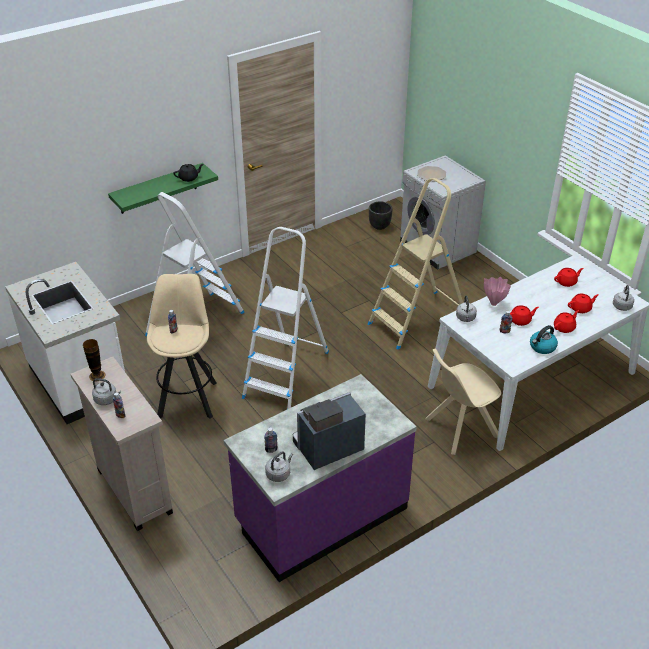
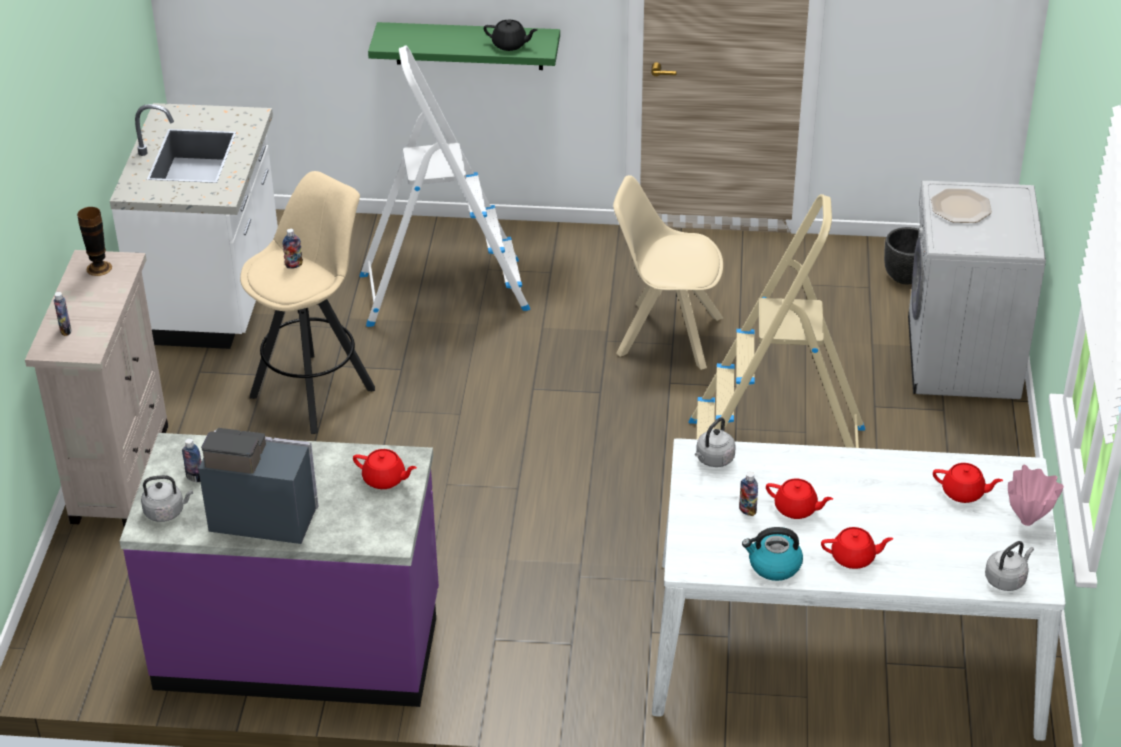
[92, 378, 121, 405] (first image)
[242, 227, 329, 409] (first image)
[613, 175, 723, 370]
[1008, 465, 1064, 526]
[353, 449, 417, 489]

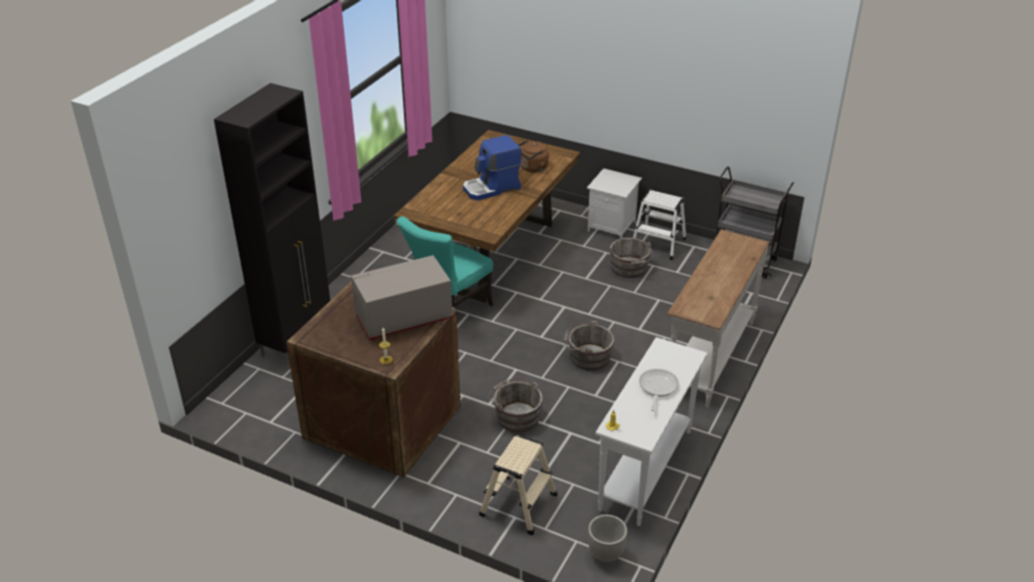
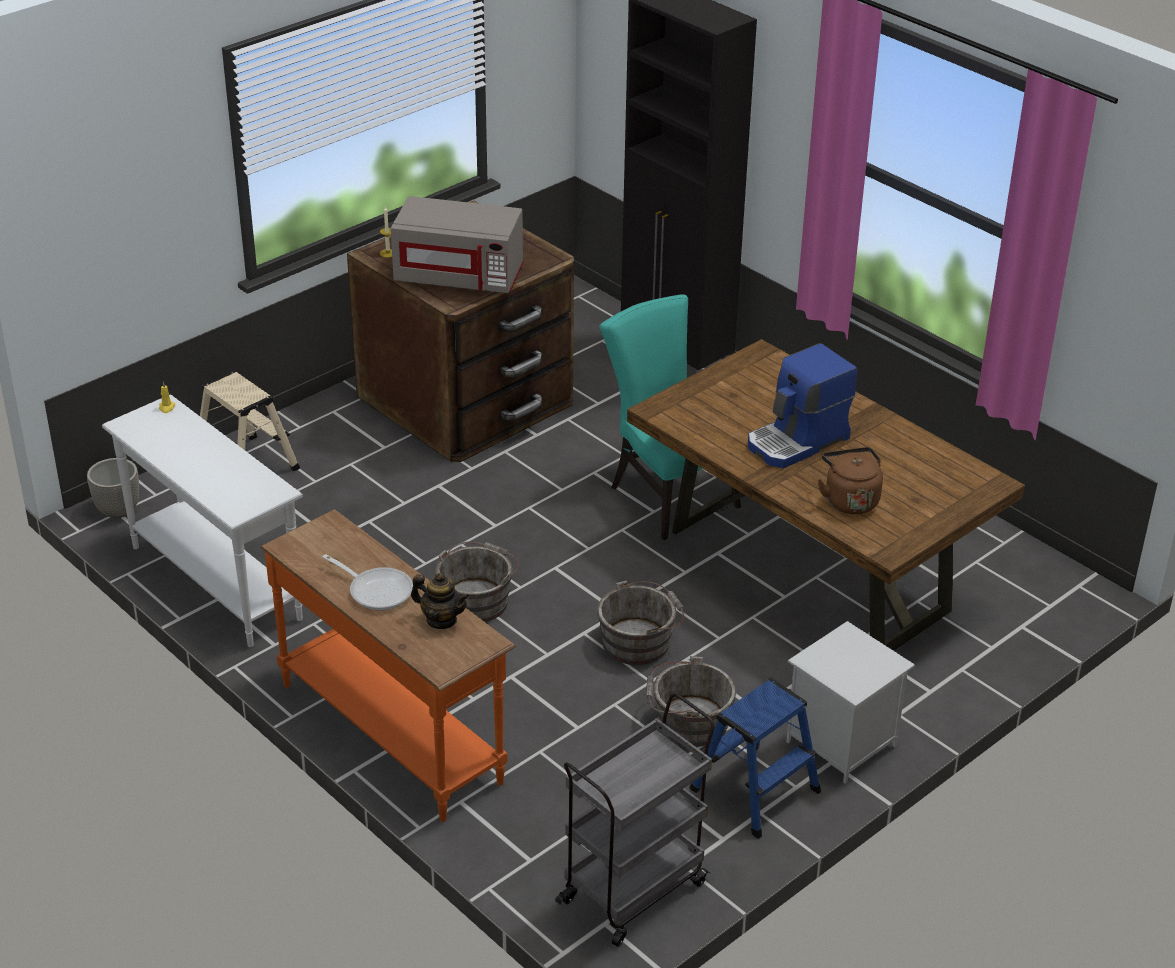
[411, 573, 470, 629]
[597, 580, 684, 665]
[322, 554, 413, 610]
[689, 678, 821, 839]
[260, 509, 516, 822]
[391, 196, 524, 293]
[748, 343, 858, 468]

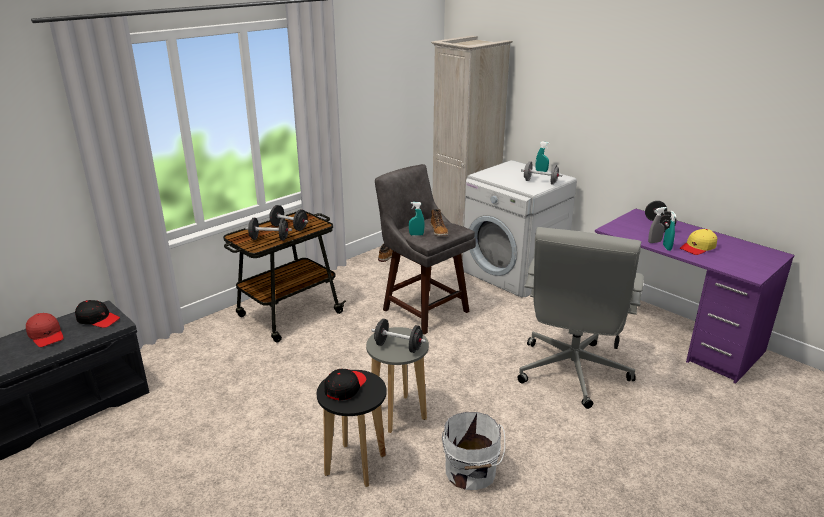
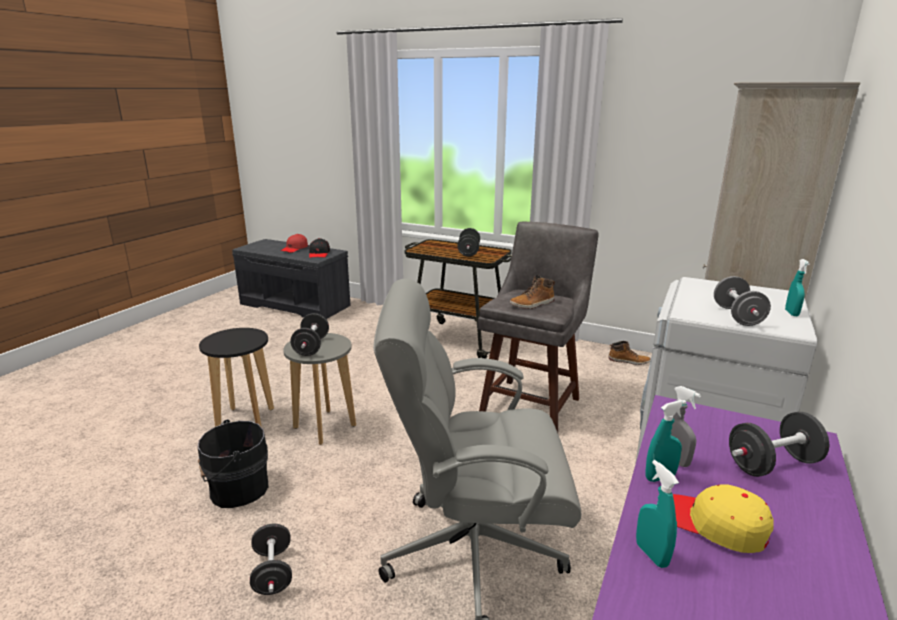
[325, 369, 366, 400] (first image)
[250, 524, 292, 595]
[636, 460, 679, 568]
[198, 419, 268, 508]

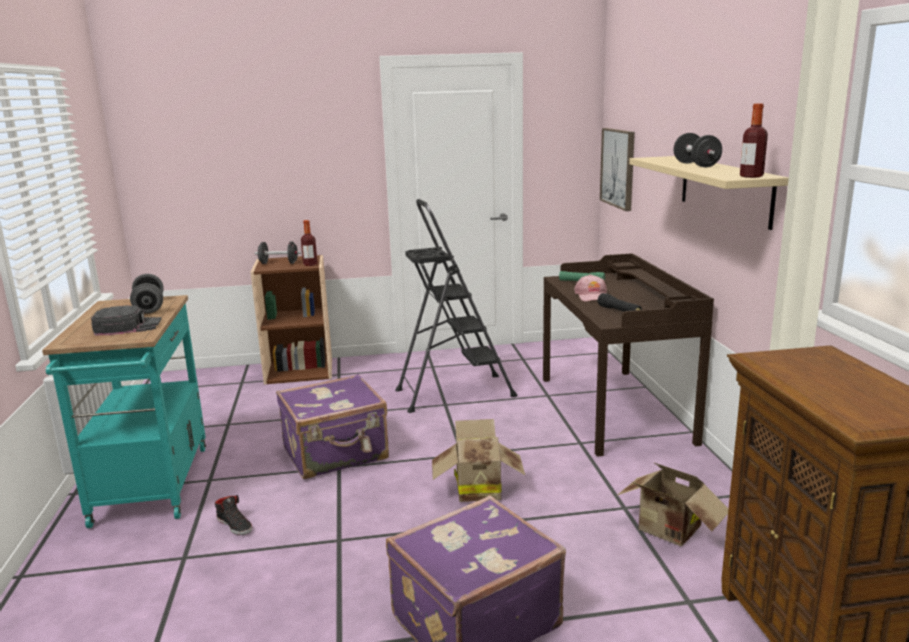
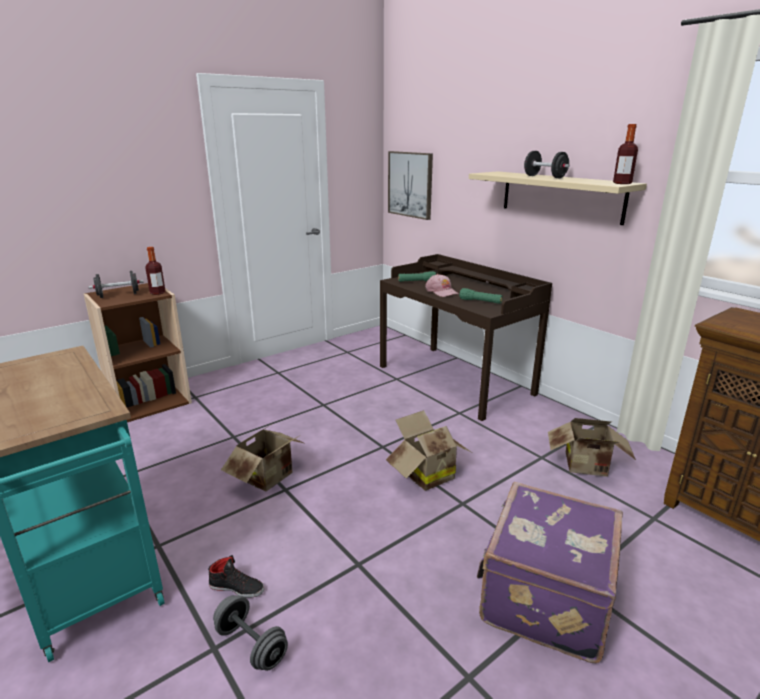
[91, 305, 161, 336] (first image)
[395, 199, 518, 413] (first image)
[213, 595, 288, 671]
[221, 424, 306, 491]
[459, 288, 503, 304]

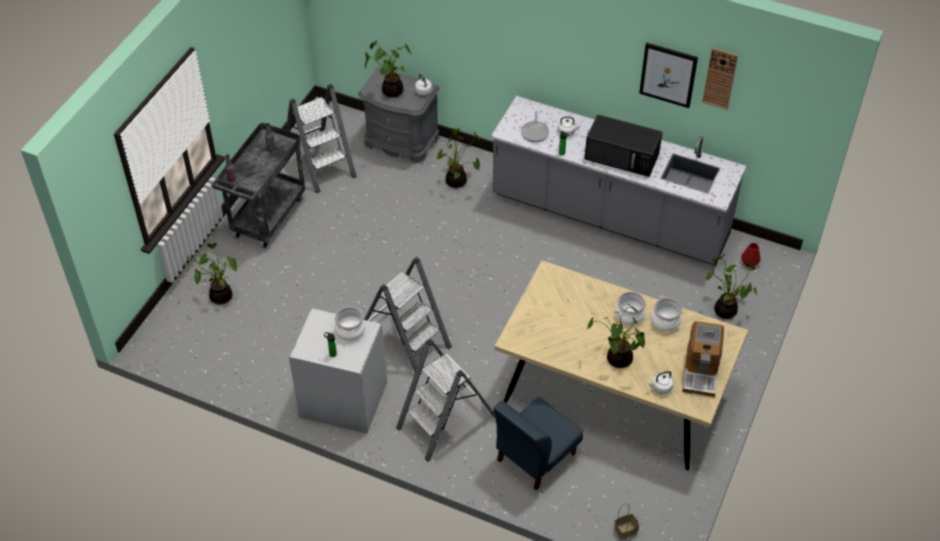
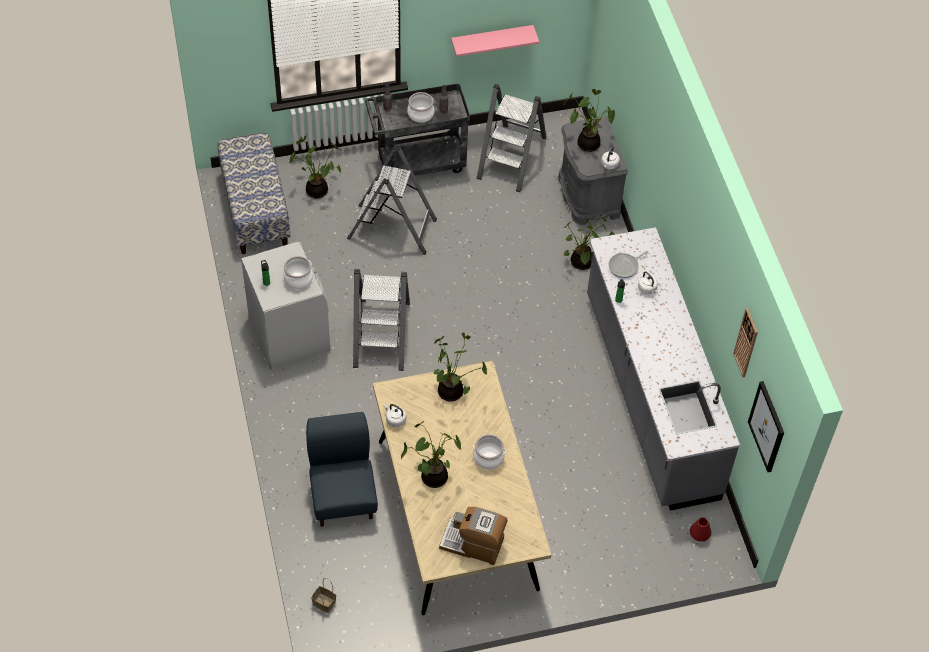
[584, 114, 663, 177] (first image)
[218, 132, 290, 254]
[451, 25, 539, 57]
[347, 145, 437, 255]
[748, 381, 784, 472]
[383, 404, 406, 427]
[407, 92, 435, 123]
[433, 332, 487, 402]
[306, 412, 378, 527]
[439, 507, 508, 565]

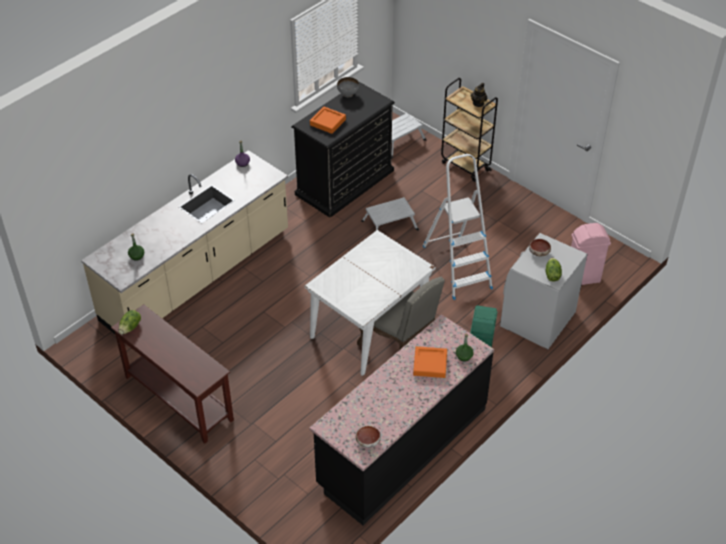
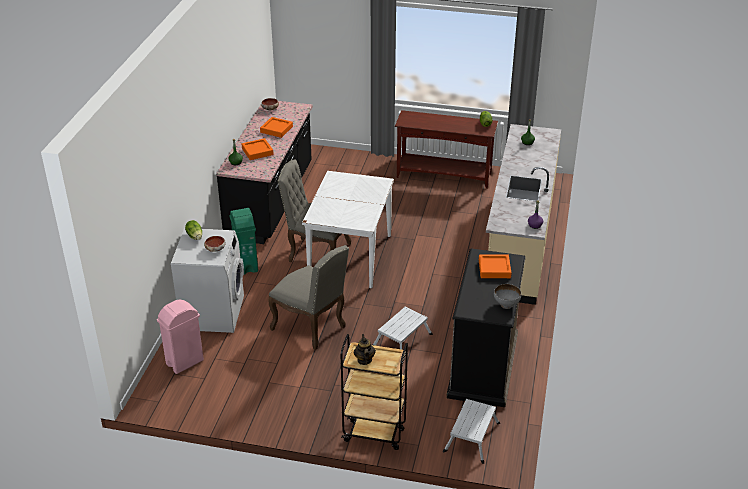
[260, 117, 293, 138]
[269, 245, 349, 350]

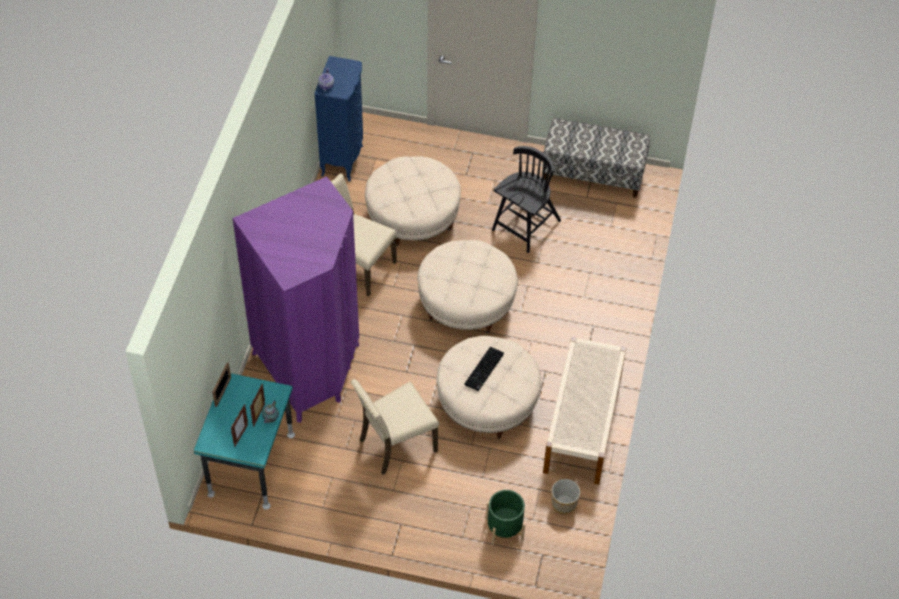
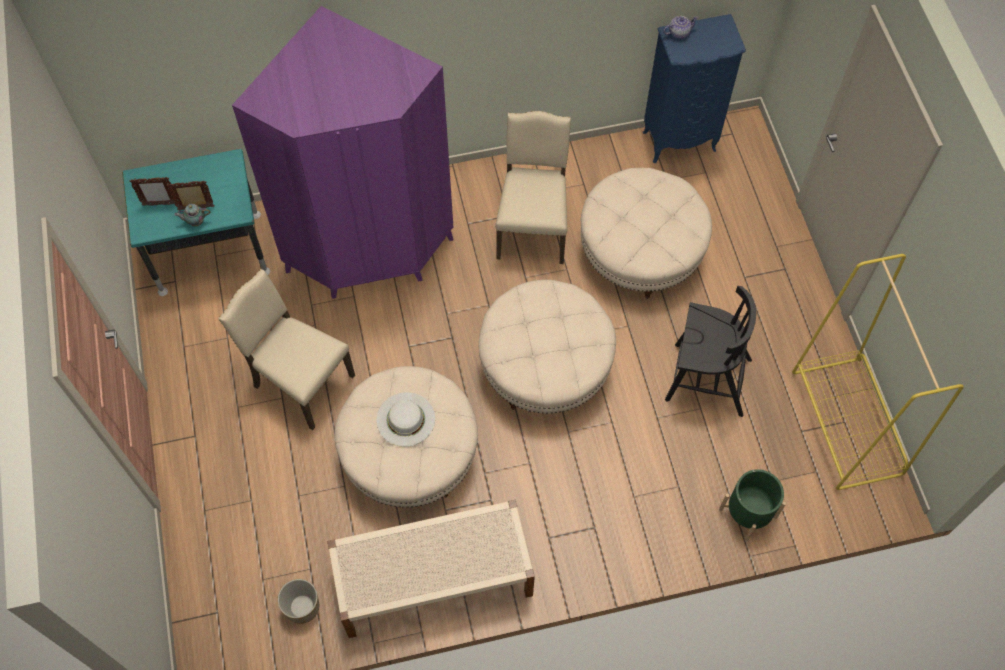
[212, 362, 231, 407] (first image)
[719, 469, 786, 541]
[376, 392, 435, 447]
[792, 254, 964, 490]

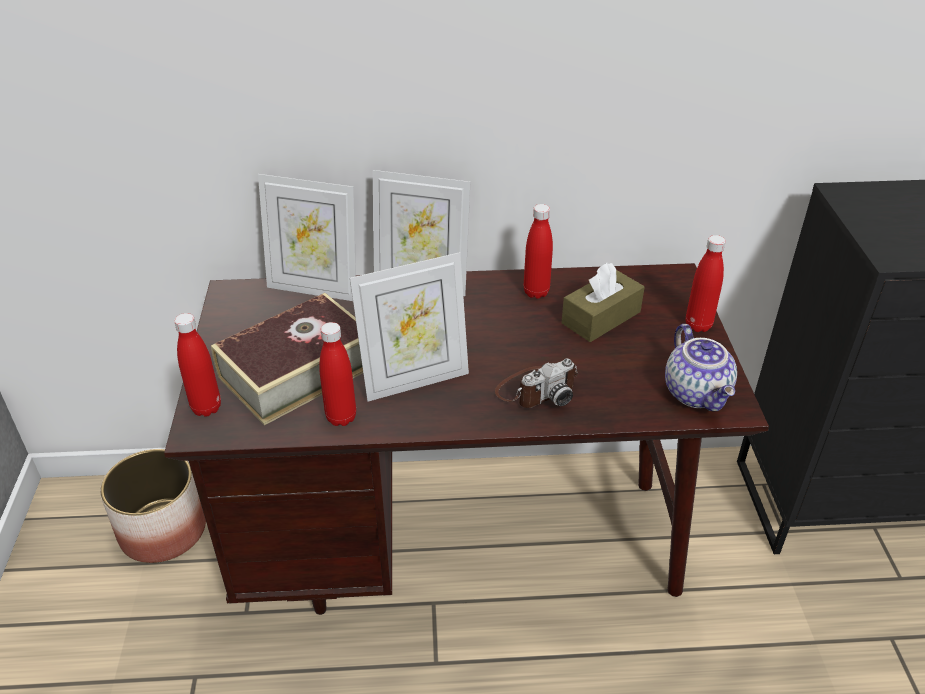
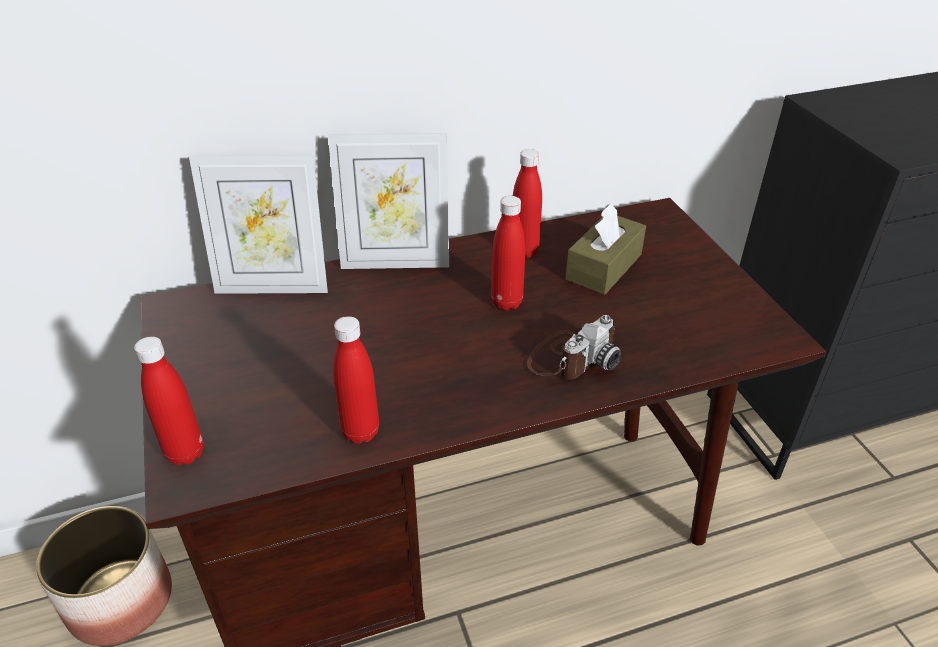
[211, 293, 363, 425] (first image)
[350, 252, 469, 402] (first image)
[665, 324, 737, 412] (first image)
[491, 196, 525, 310]

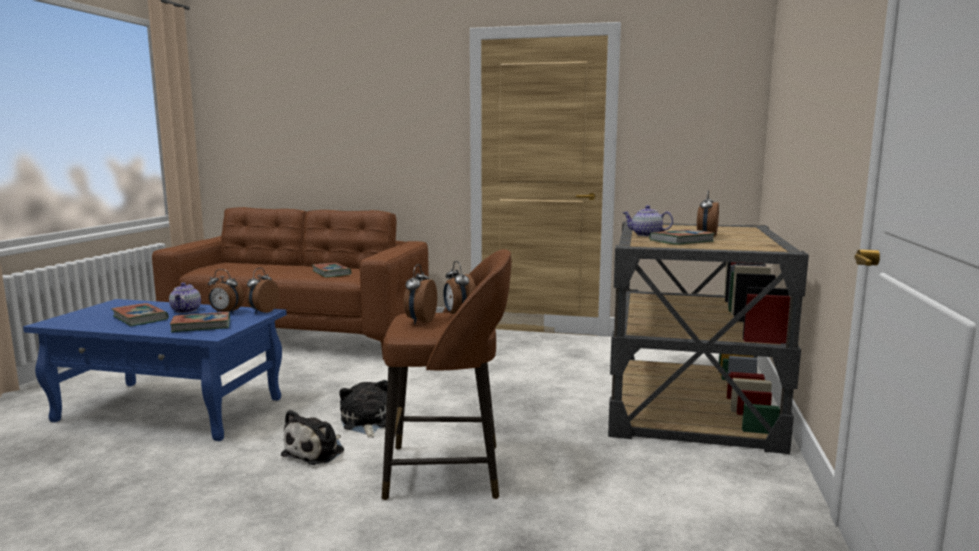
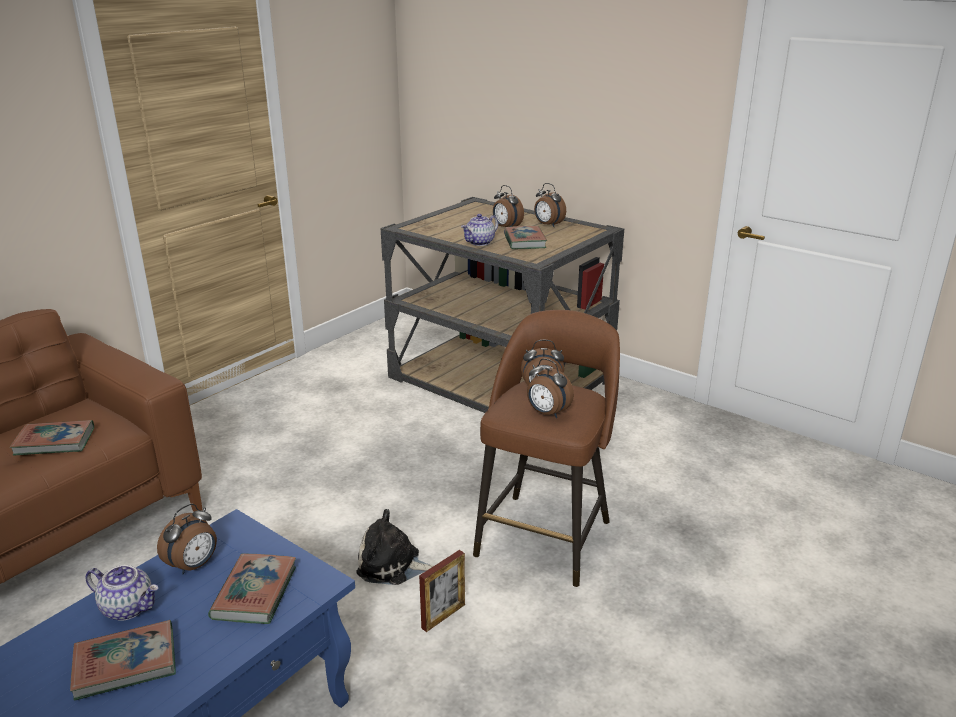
[534, 183, 566, 227]
[419, 550, 465, 632]

